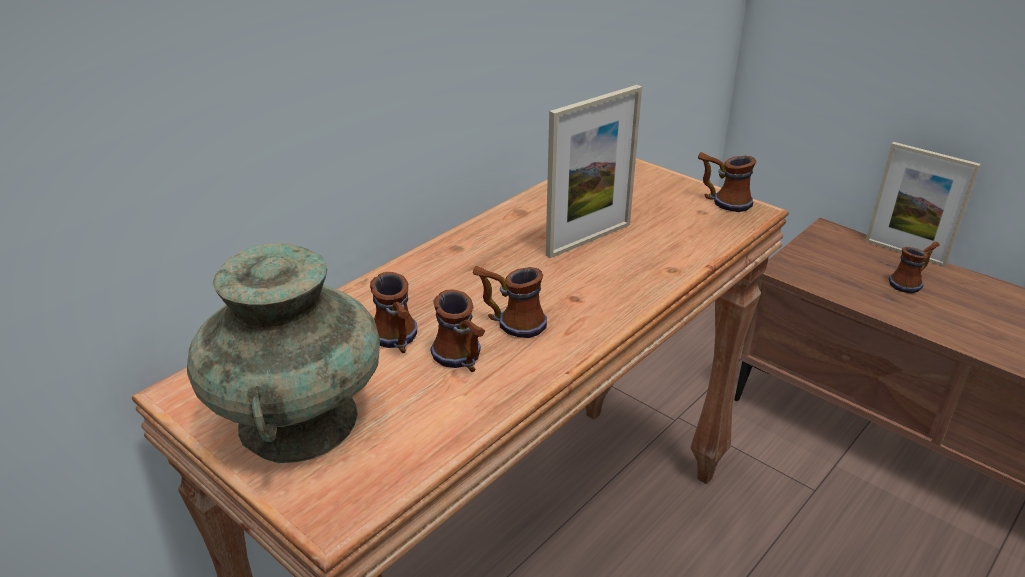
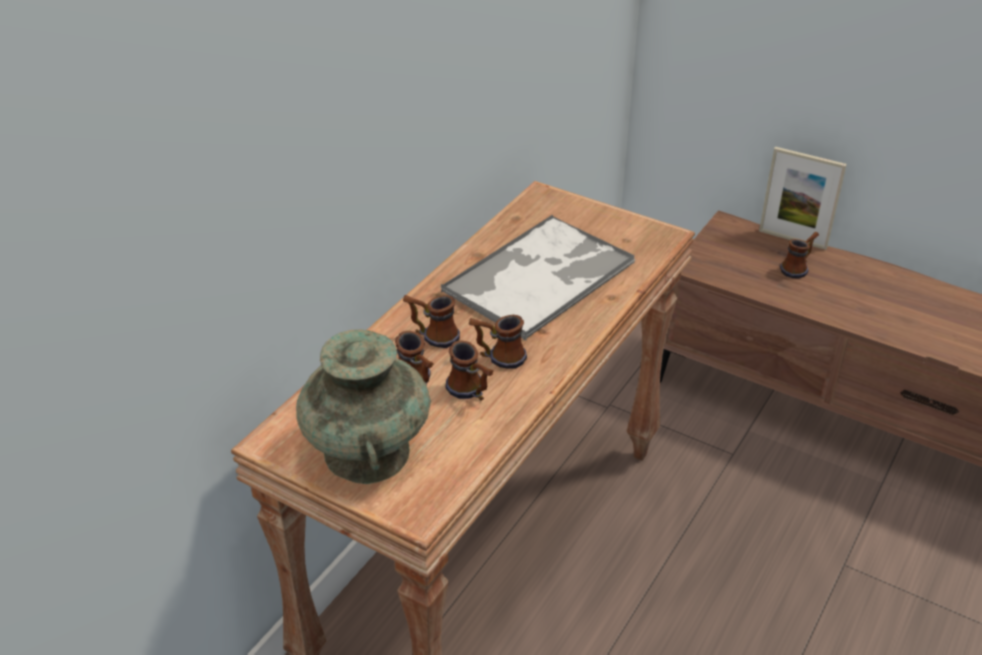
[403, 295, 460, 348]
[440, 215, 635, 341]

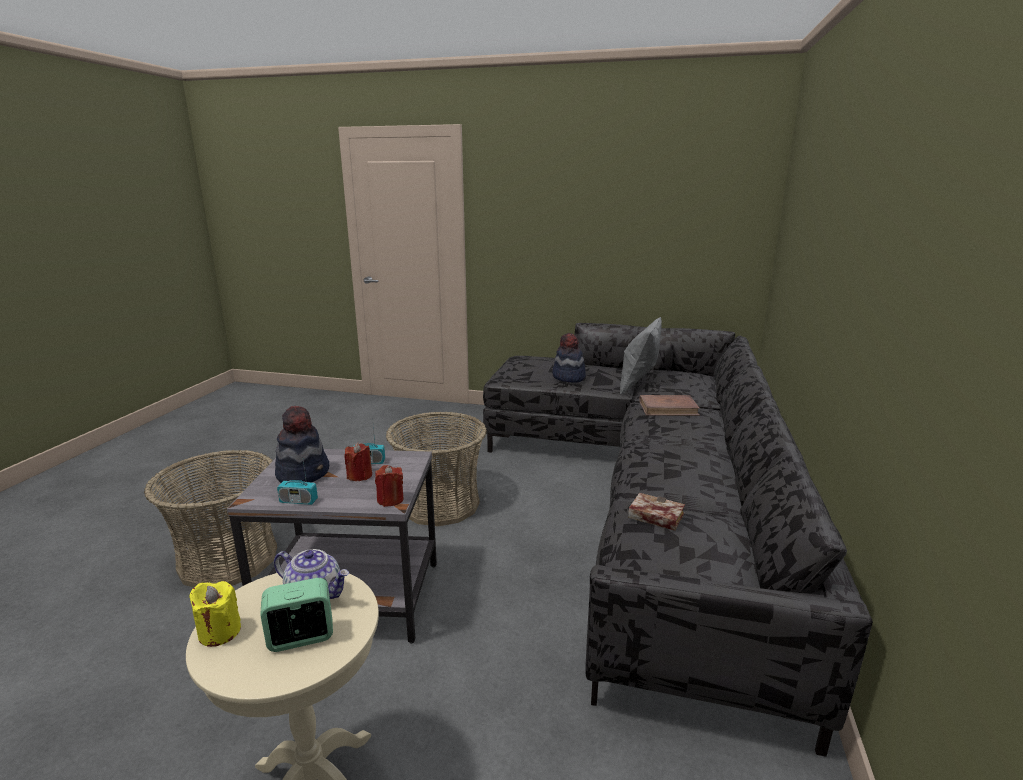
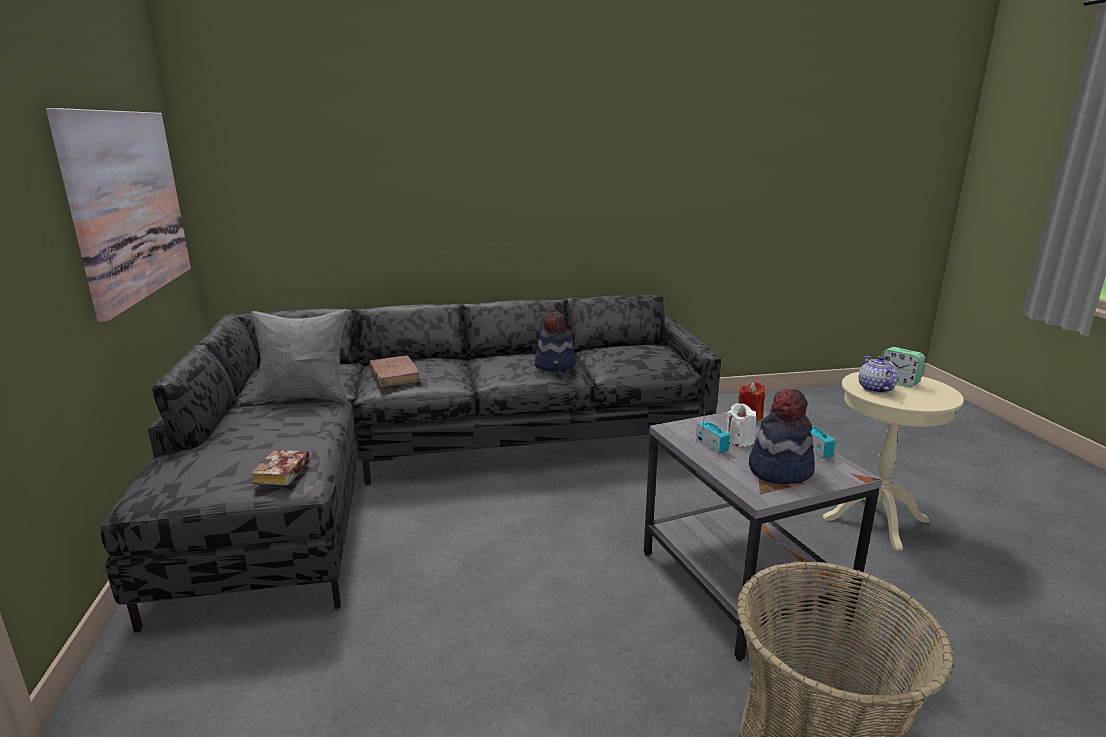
[189, 581, 241, 647] (first image)
[386, 411, 487, 526] (first image)
[46, 108, 191, 322]
[535, 311, 576, 371]
[251, 450, 310, 485]
[727, 403, 756, 447]

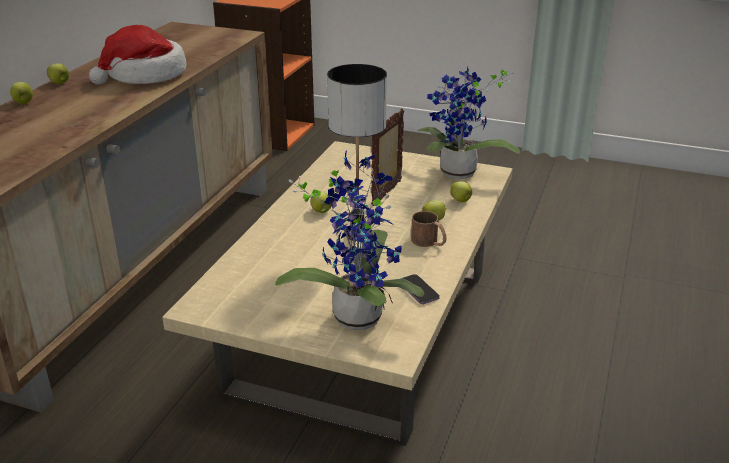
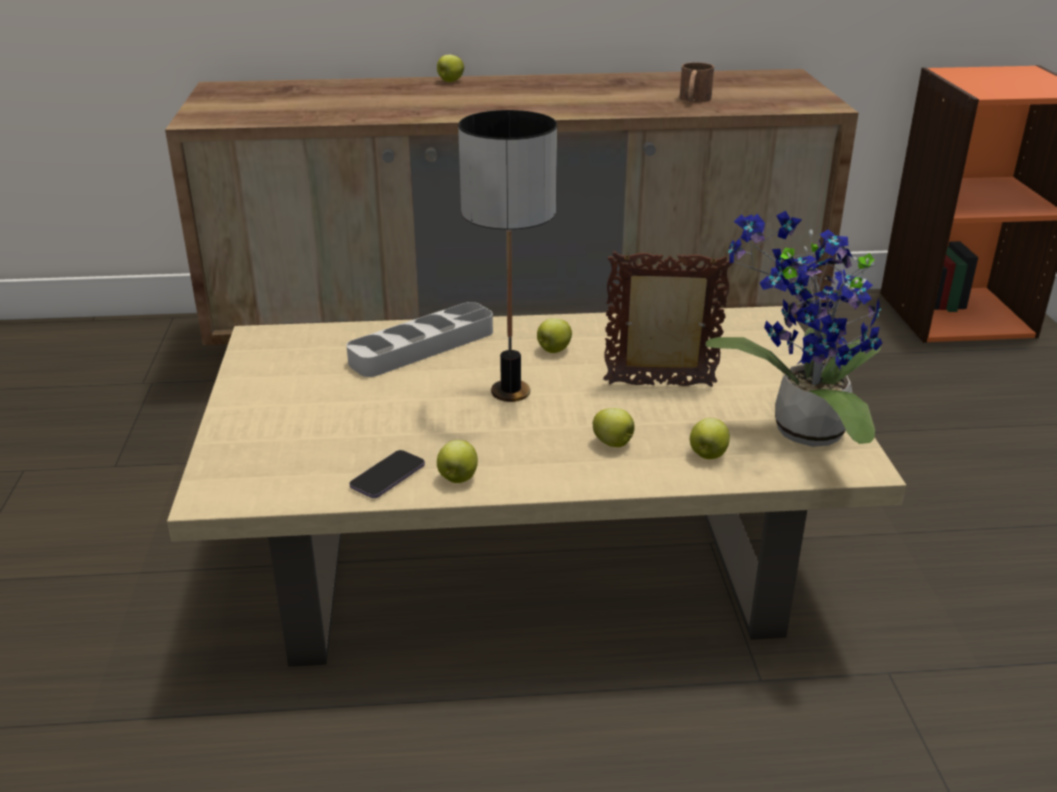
[89, 25, 187, 85] (first image)
[275, 150, 424, 330] (first image)
[346, 302, 493, 377]
[437, 440, 478, 483]
[680, 62, 714, 103]

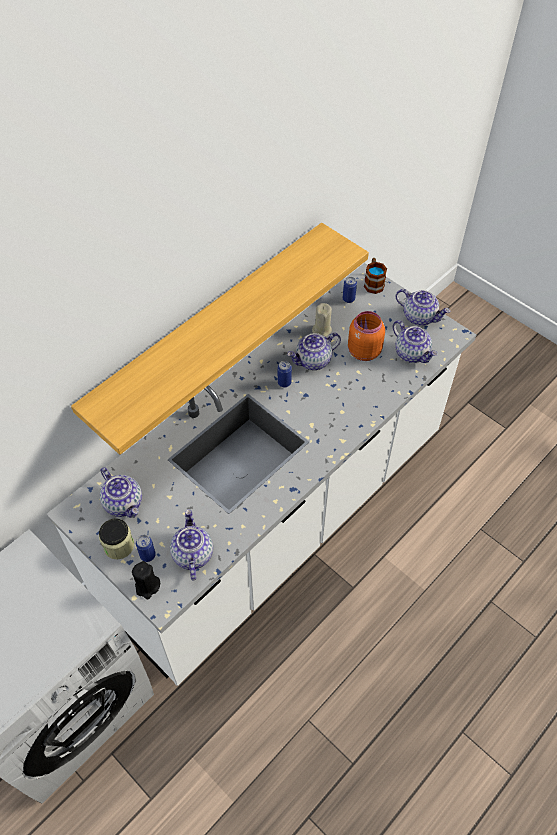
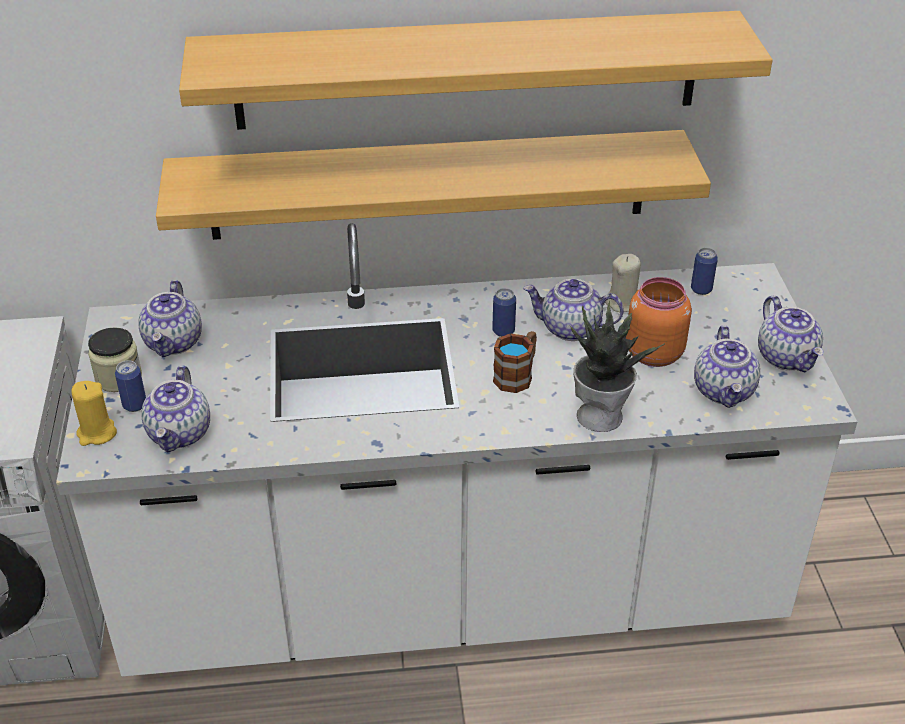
[179, 11, 773, 130]
[570, 301, 666, 432]
[493, 331, 537, 393]
[71, 381, 117, 446]
[141, 365, 210, 453]

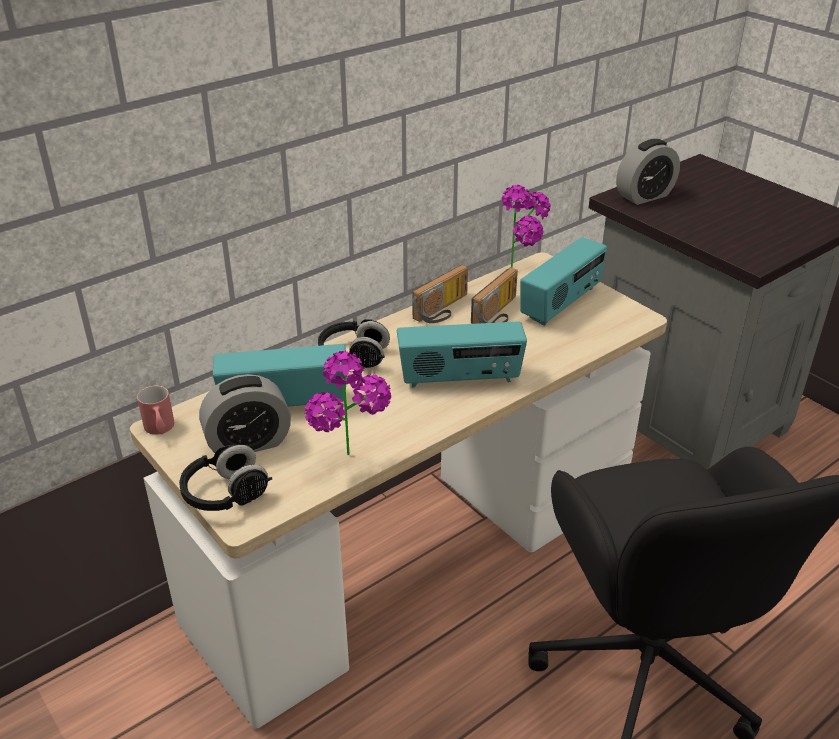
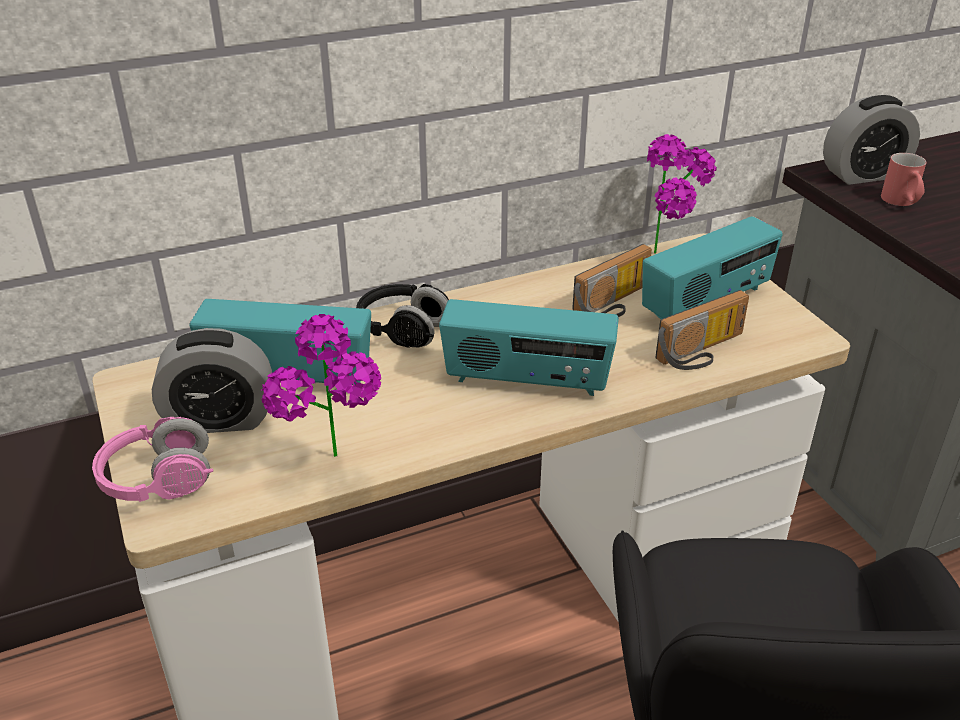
[881, 153, 926, 206]
[655, 290, 749, 370]
[92, 417, 213, 502]

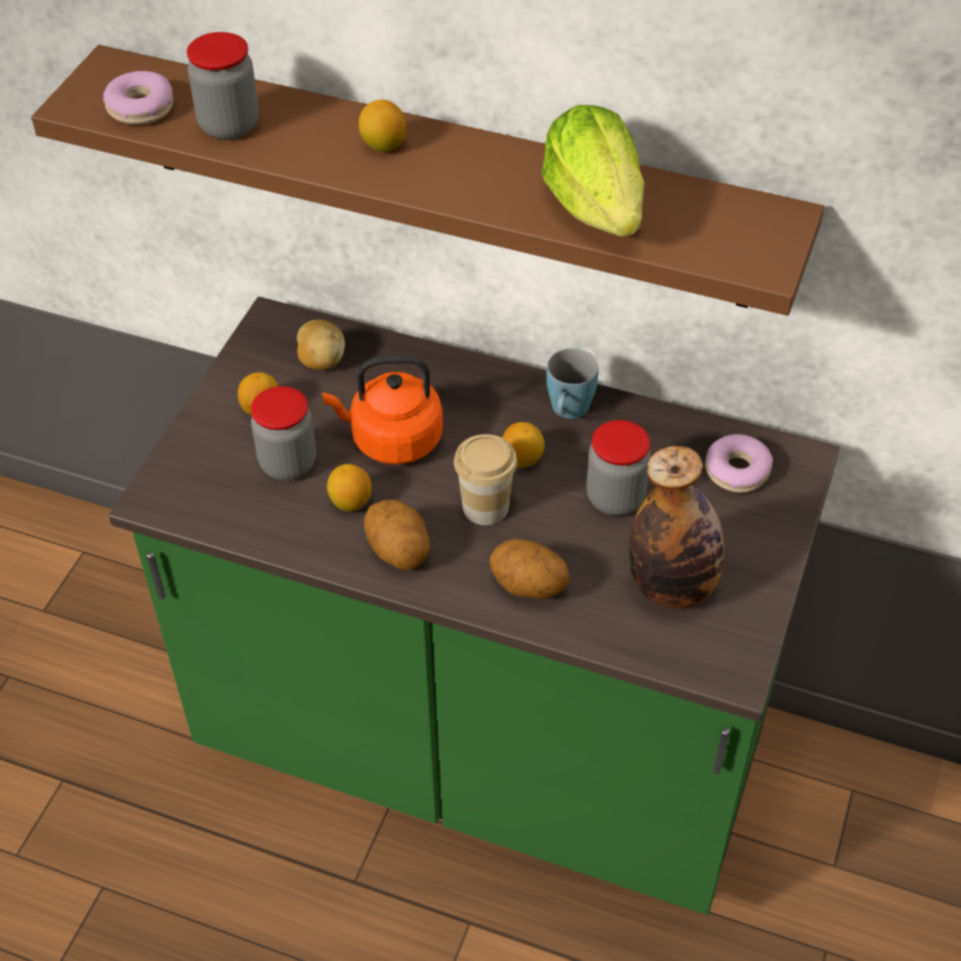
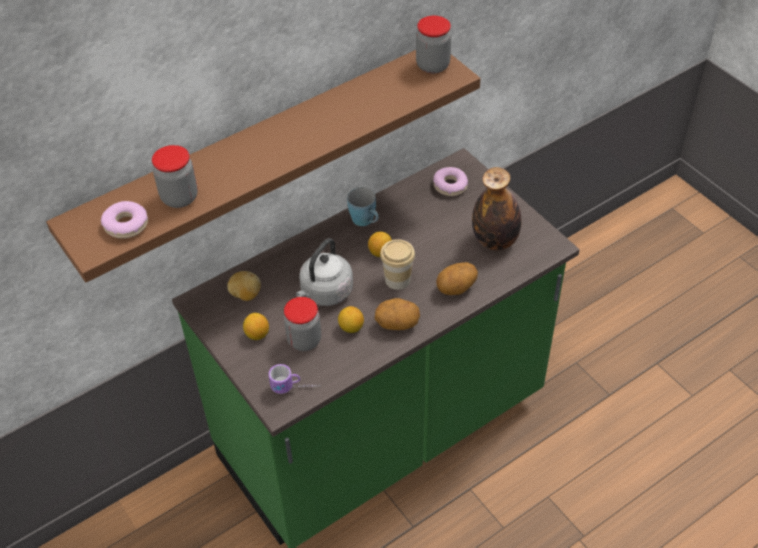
[359, 99, 406, 152] (first image)
[542, 105, 644, 236] (first image)
[269, 364, 321, 394]
[416, 16, 451, 74]
[296, 238, 353, 306]

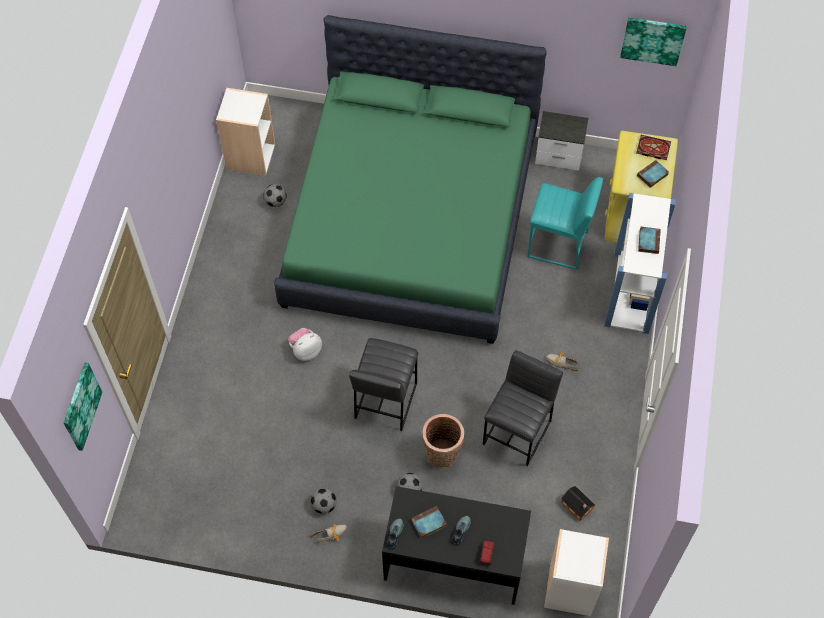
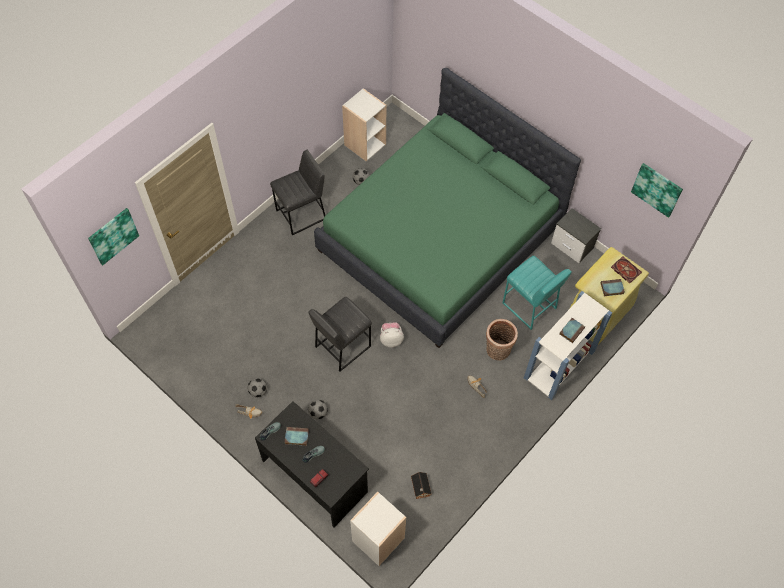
[380, 322, 404, 347]
[486, 319, 518, 361]
[270, 150, 325, 235]

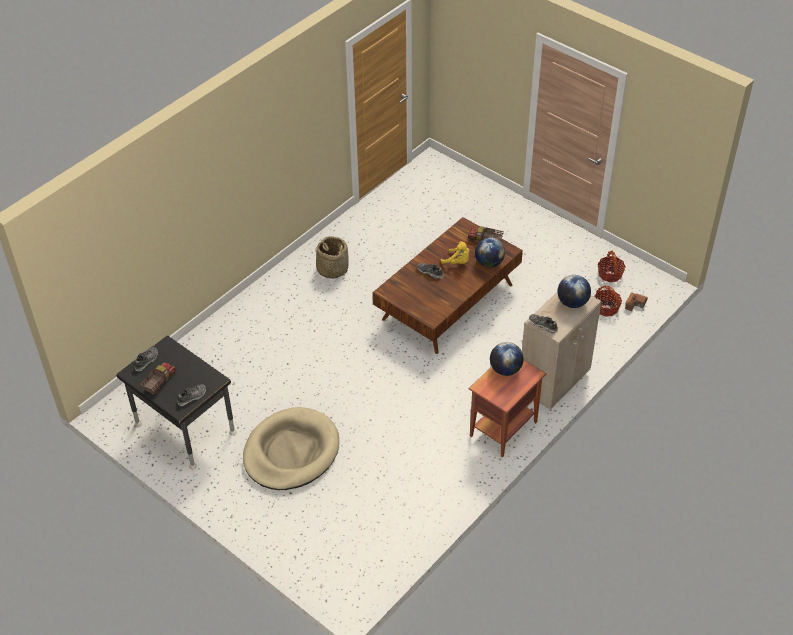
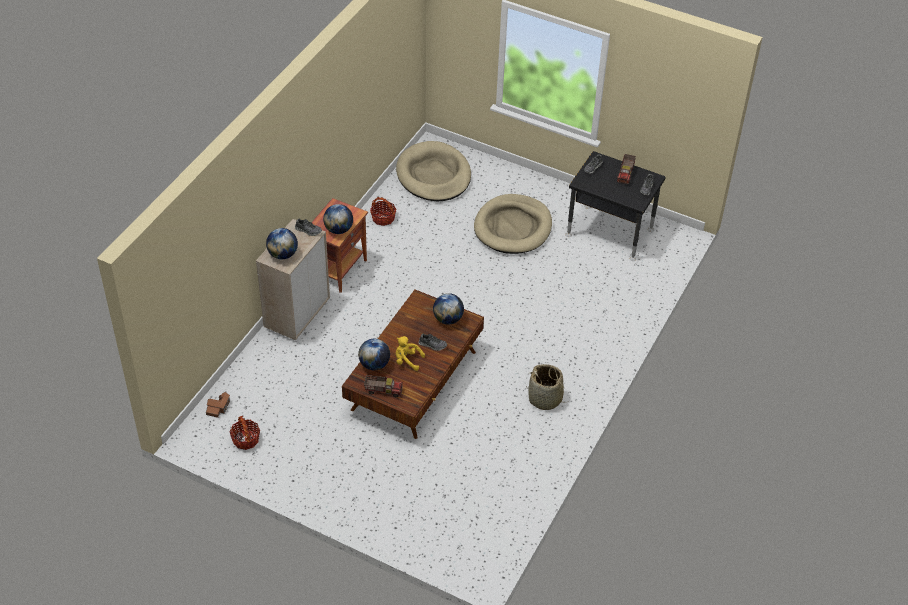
[396, 141, 471, 201]
[433, 293, 464, 324]
[370, 197, 396, 226]

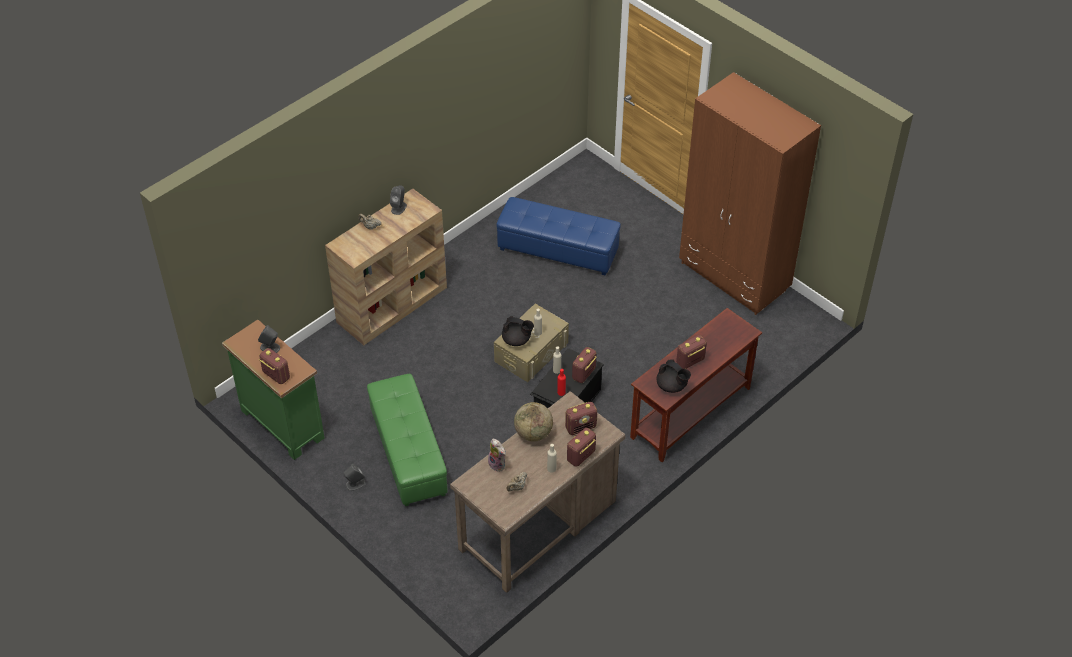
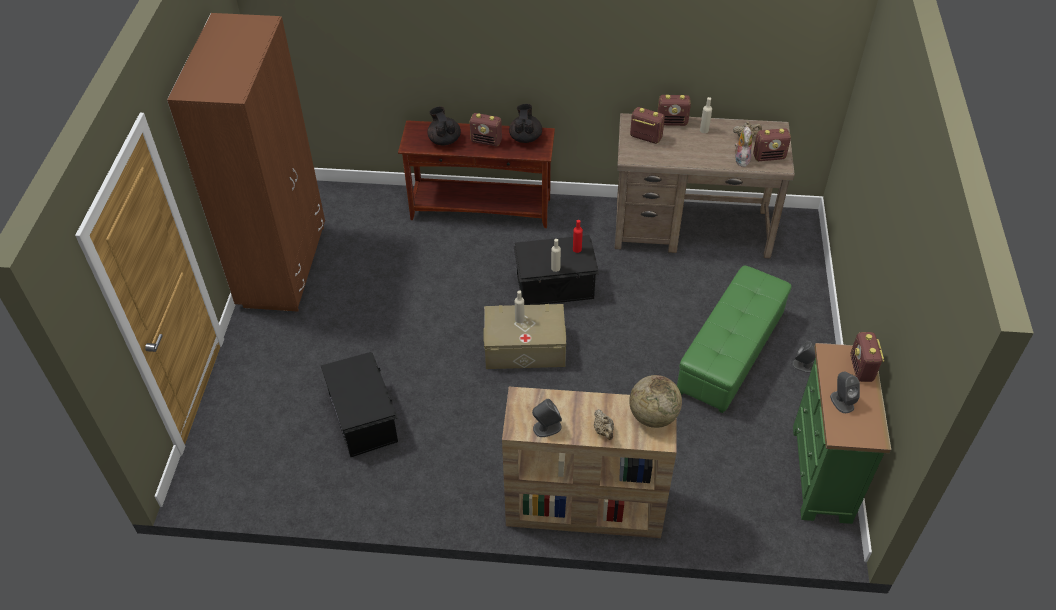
[427, 106, 461, 146]
[629, 375, 682, 428]
[753, 128, 791, 161]
[321, 352, 398, 457]

